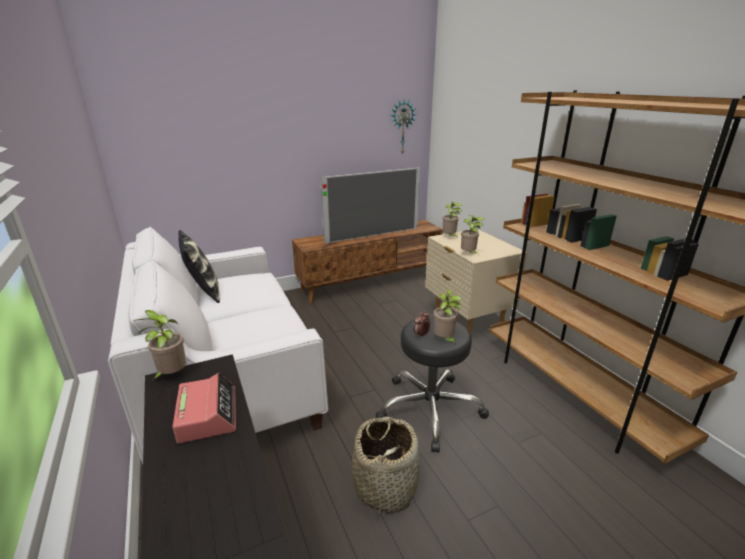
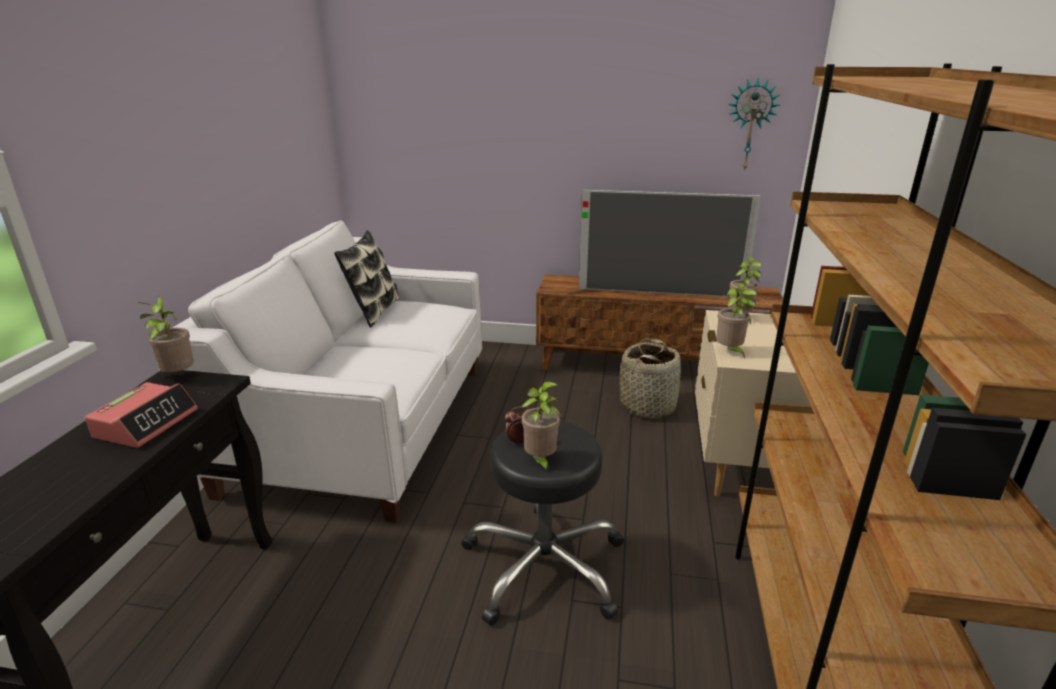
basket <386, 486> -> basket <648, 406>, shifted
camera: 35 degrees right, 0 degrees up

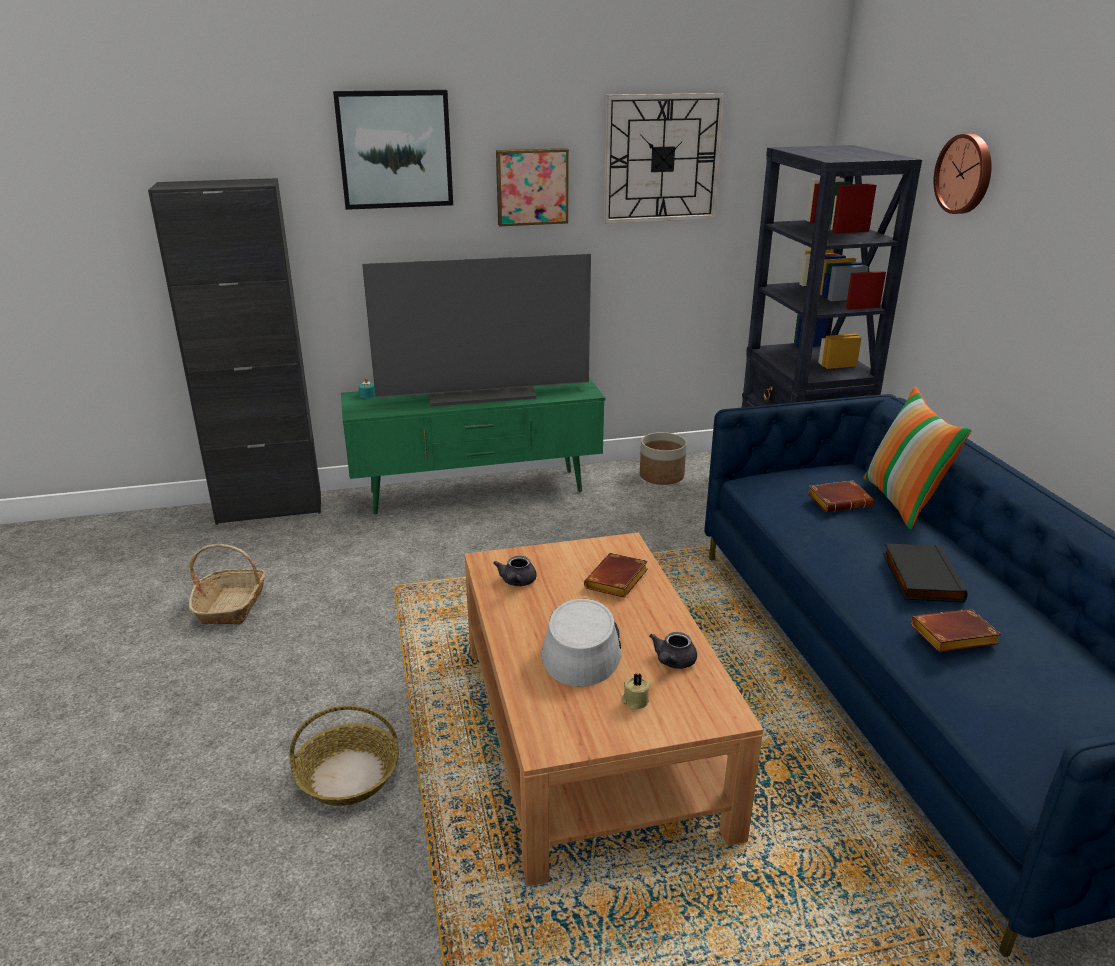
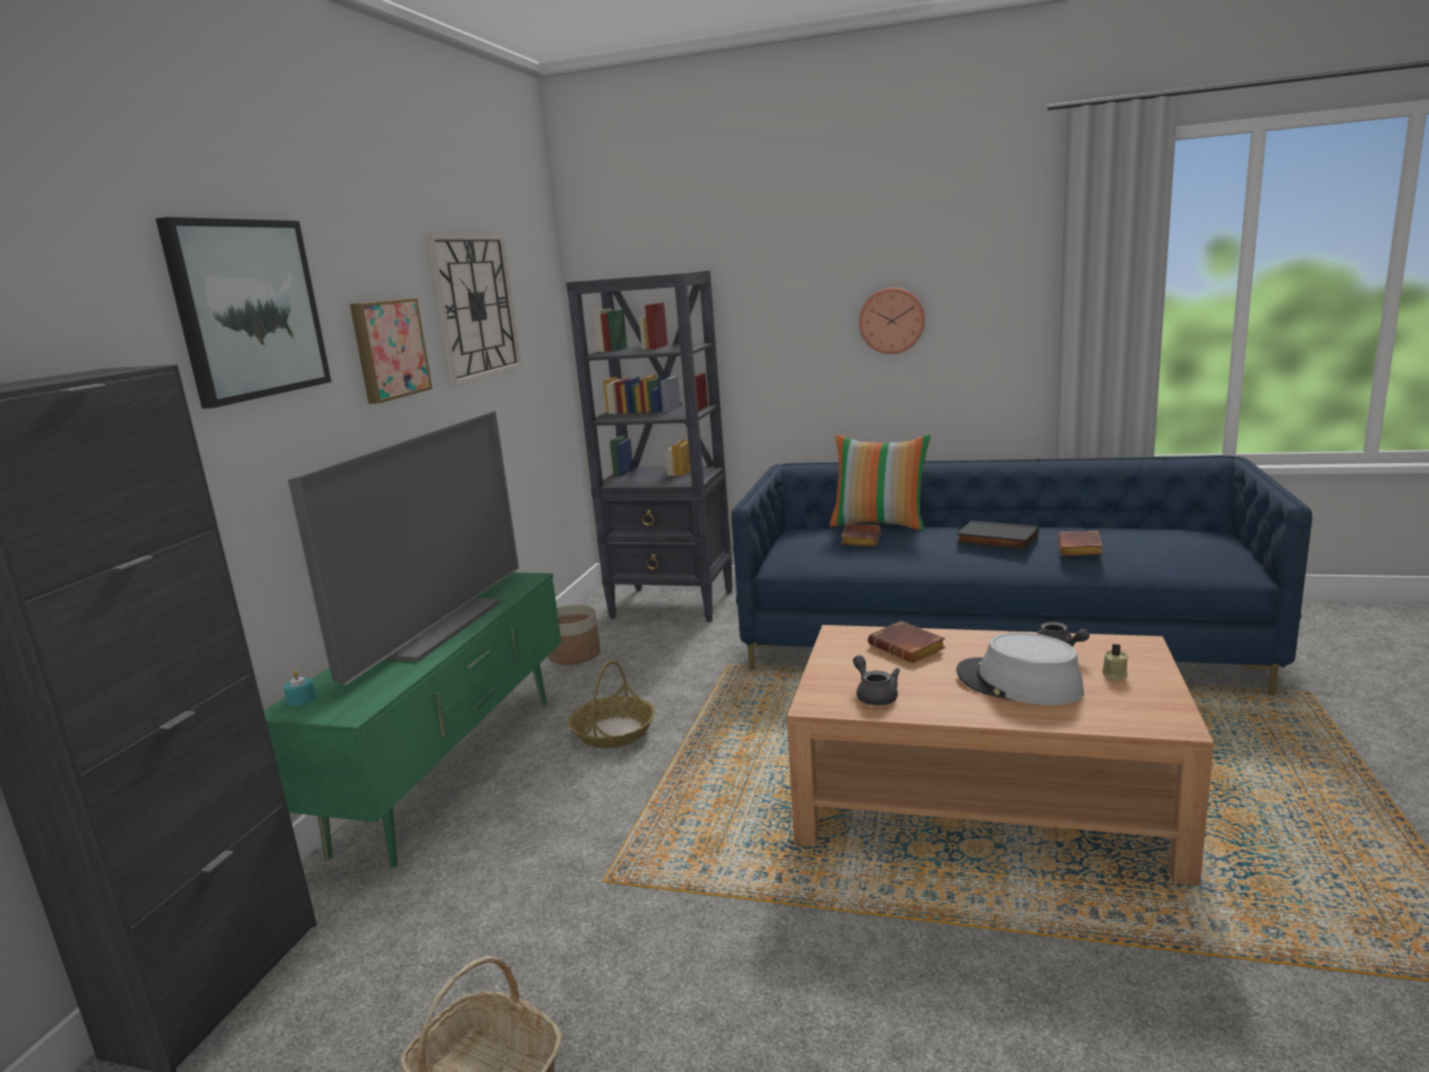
clock on the wall <965, 174> -> clock on the wall <892, 320>, shifted
gray pot for tea <516, 582> -> gray pot for tea <875, 695>, 150 degrees counterclockwise
basket <349, 775> -> basket <613, 731>, shifted
camera: 60 degrees left, 10 degrees down

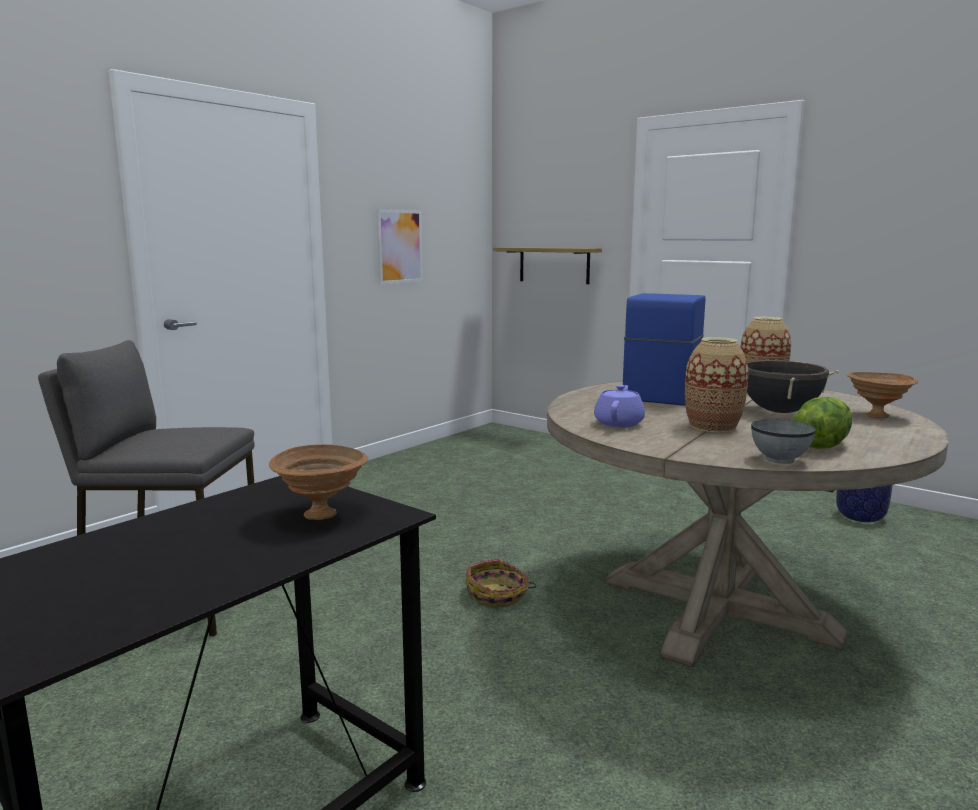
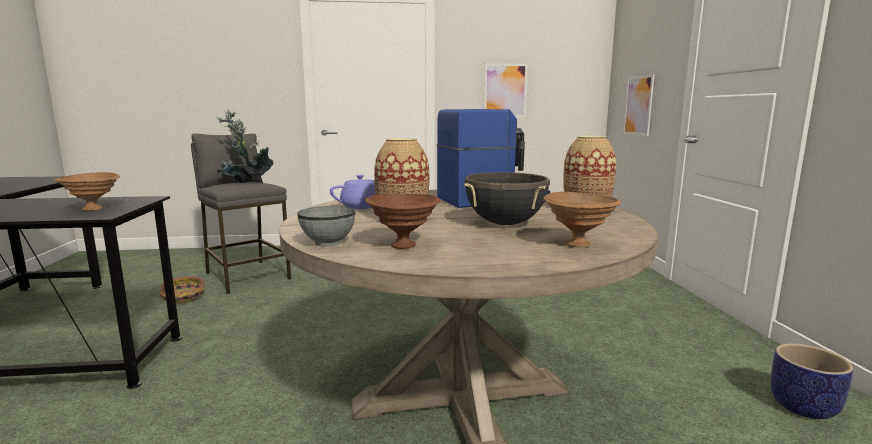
wall shelf <554, 265> -> wall picture <638, 105>
lettuce <820, 445> -> brownish deep dish <402, 245>
basket <497, 595> -> basket <183, 298>, shifted
none -> plant in a pot <246, 183>
camera: 45 degrees right, 0 degrees up

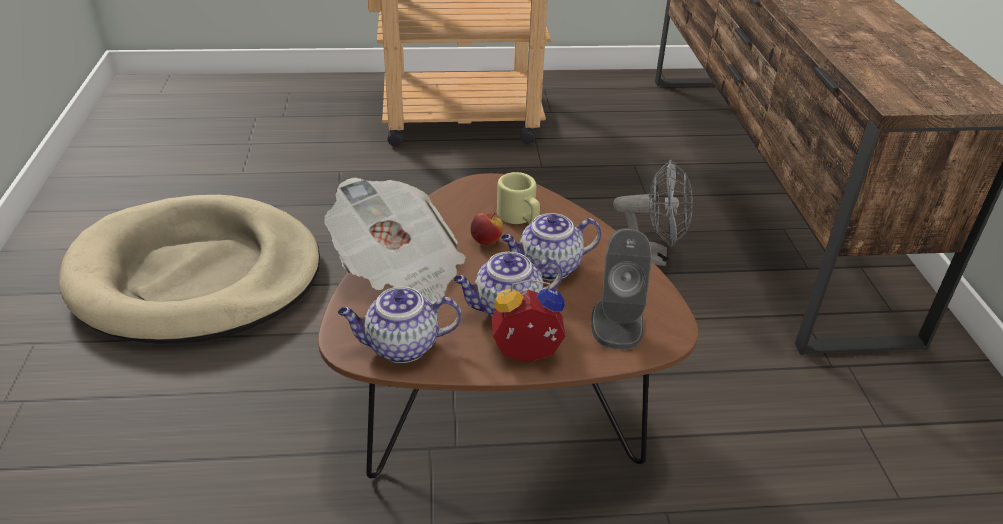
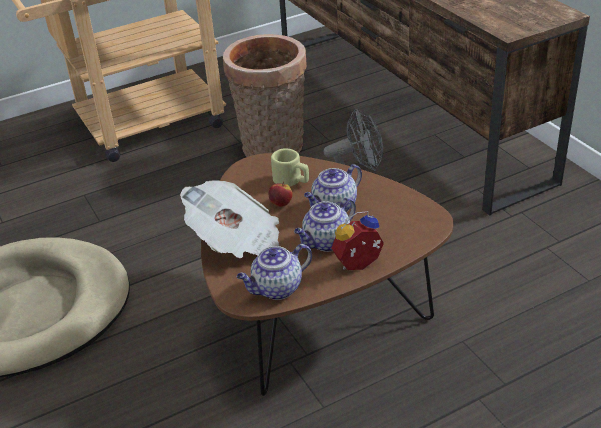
gray loudspeaker <617, 322> -> none
none -> basket <273, 150>
camera: 20 degrees left, 0 degrees up

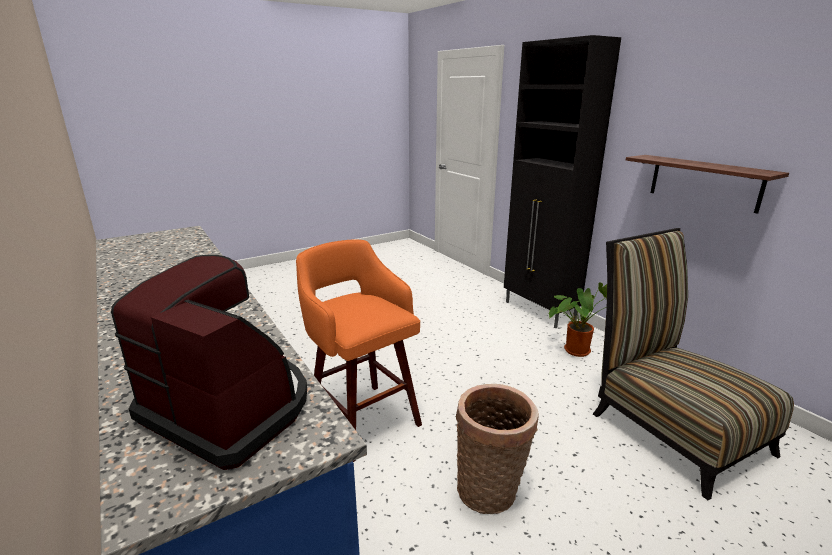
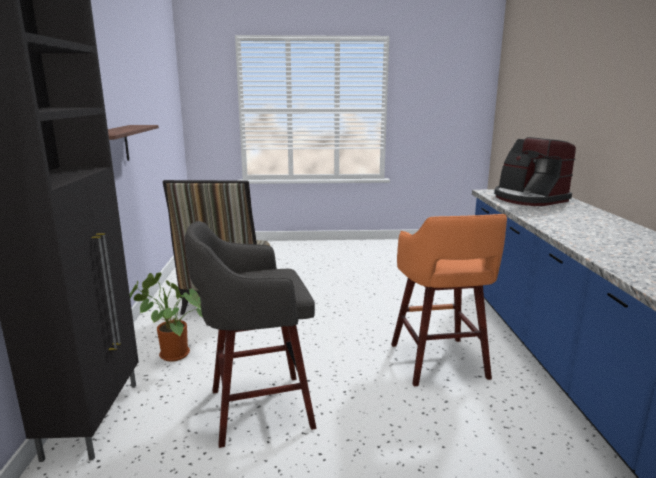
basket <490, 491> -> none
none -> gray stool seat <256, 409>
camera: 150 degrees left, 5 degrees down

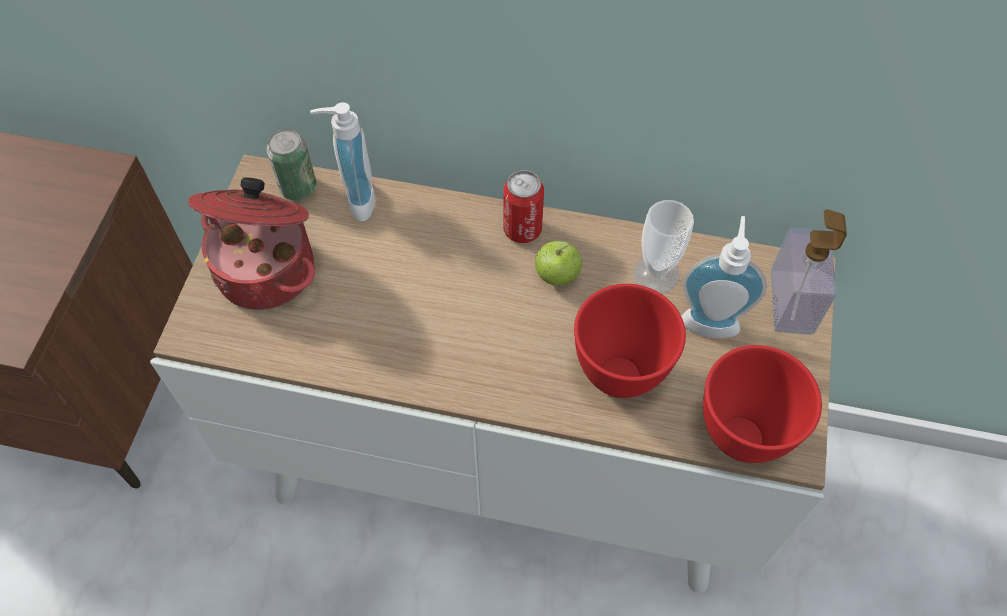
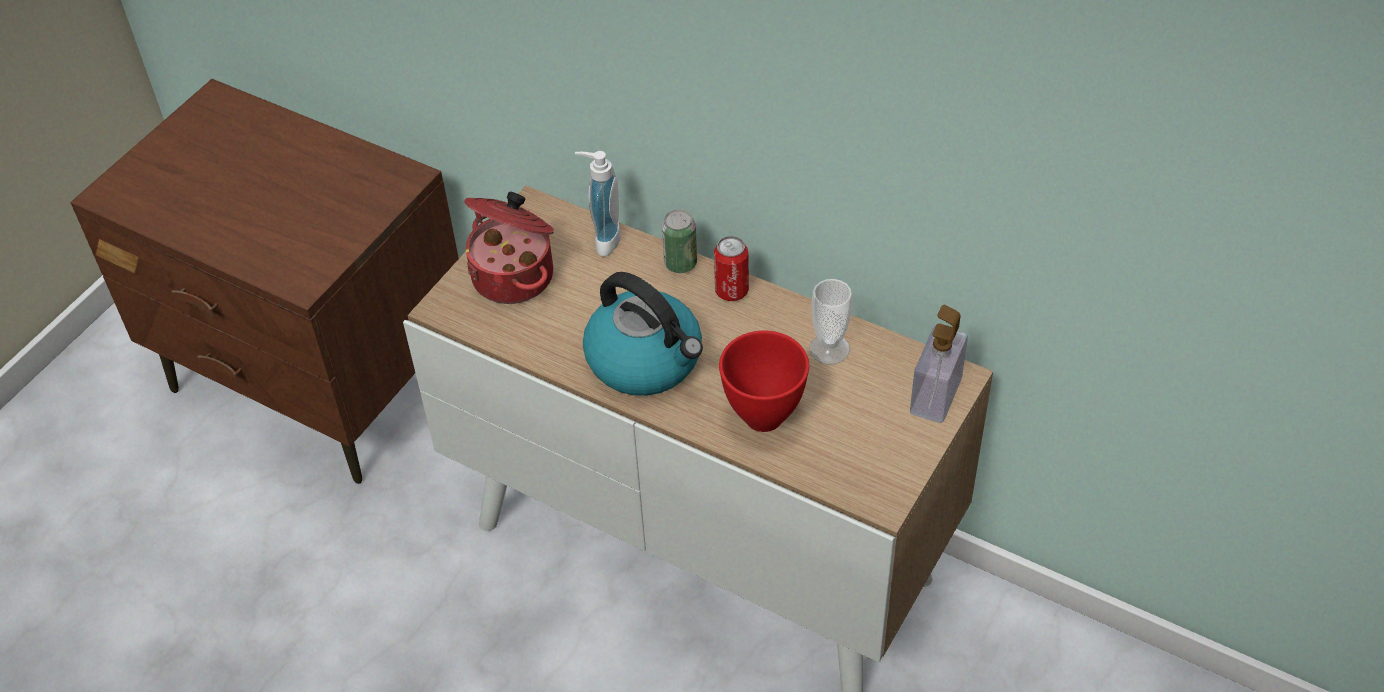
can <298, 188> -> can <680, 263>, shifted
soap dispenser <710, 319> -> none
apple <557, 275> -> none
red deep dish <741, 436> -> none
none -> tea kettle <646, 360>
camera: 20 degrees right, 10 degrees down

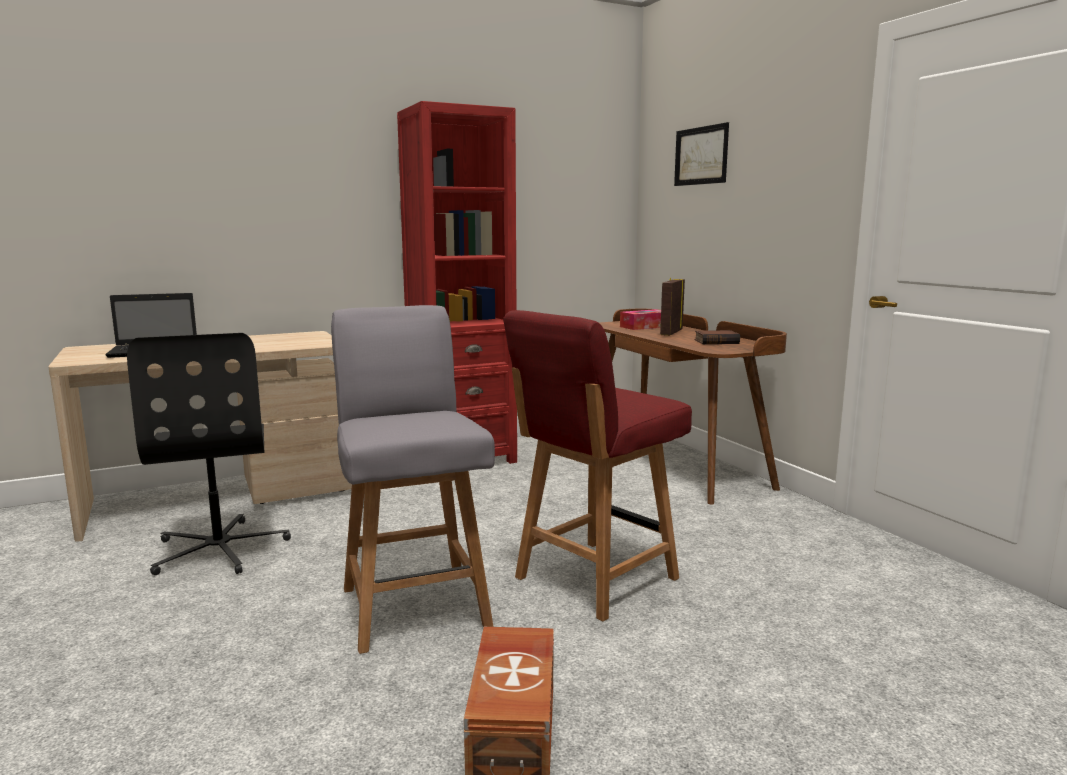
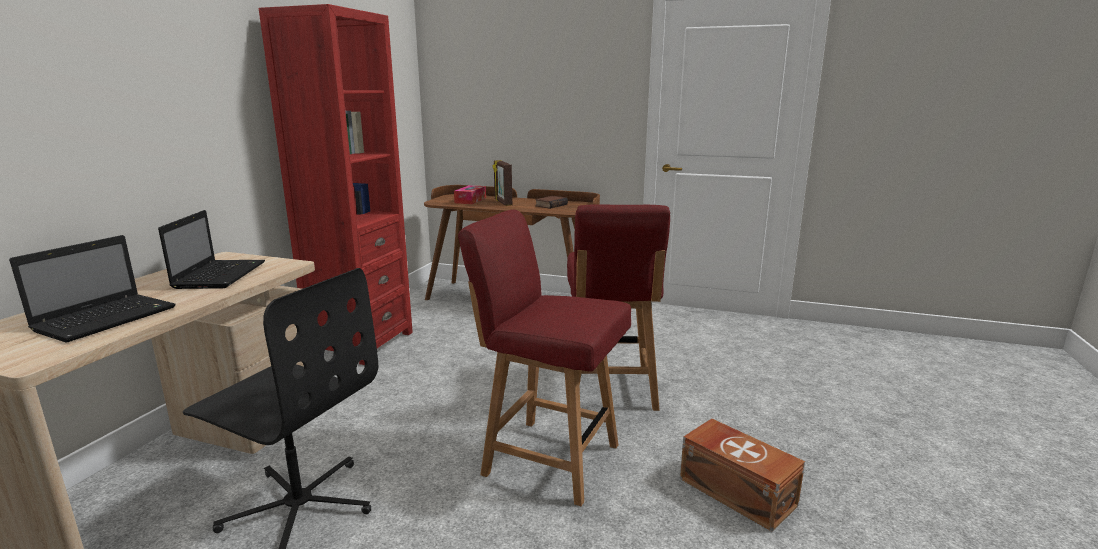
wall picture <701, 156> -> none
gray plain chair <414, 605> -> red plain chair <548, 458>
none -> laptop <220, 275>
camera: 45 degrees left, 5 degrees up

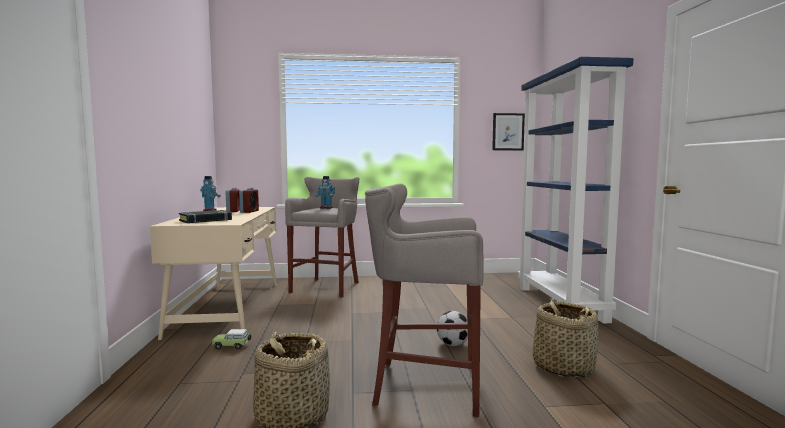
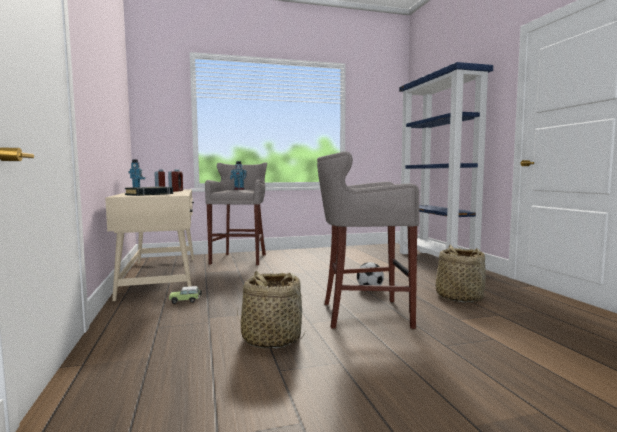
wall picture <508, 132> -> none
camera: 10 degrees left, 0 degrees up

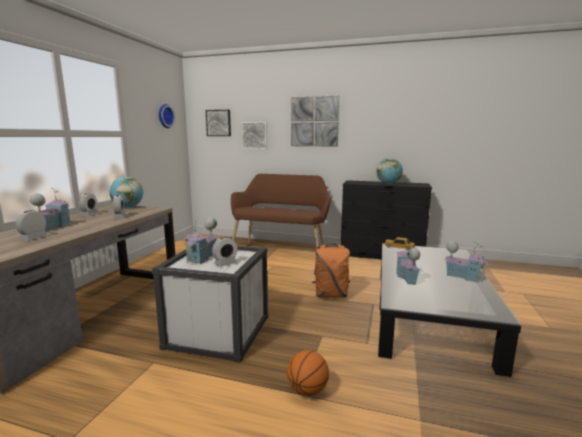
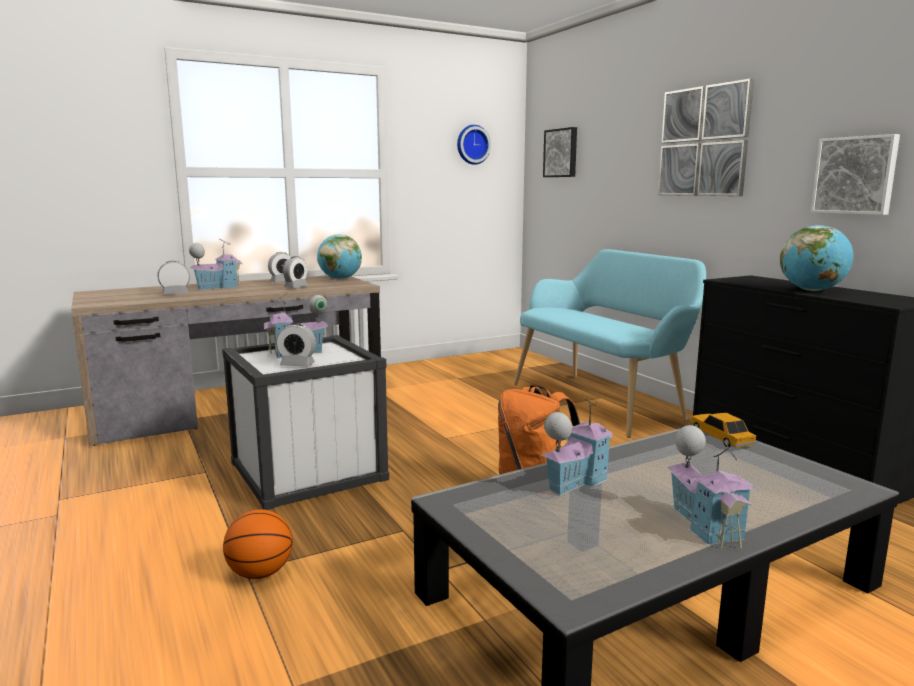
wall picture <255, 135> -> wall picture <855, 175>, shifted
brownish bench <281, 249> -> blue-green bench <602, 401>
camera: 45 degrees right, 0 degrees up

